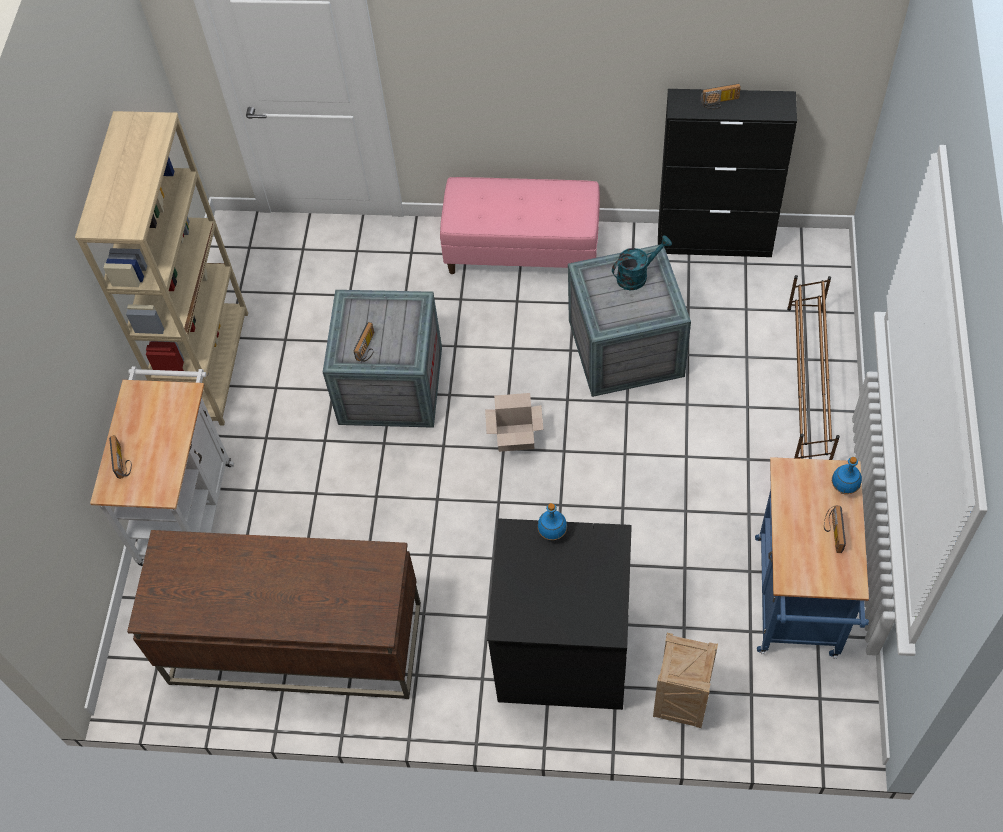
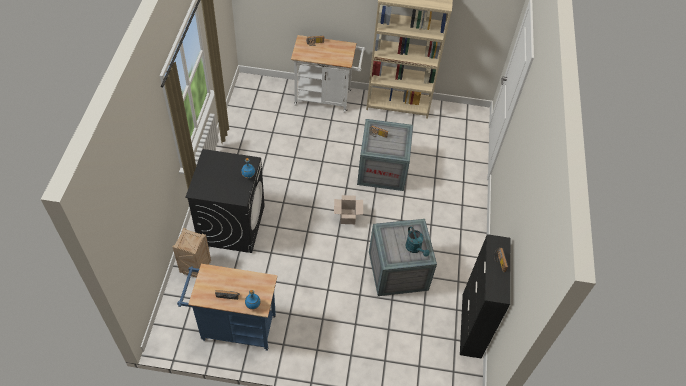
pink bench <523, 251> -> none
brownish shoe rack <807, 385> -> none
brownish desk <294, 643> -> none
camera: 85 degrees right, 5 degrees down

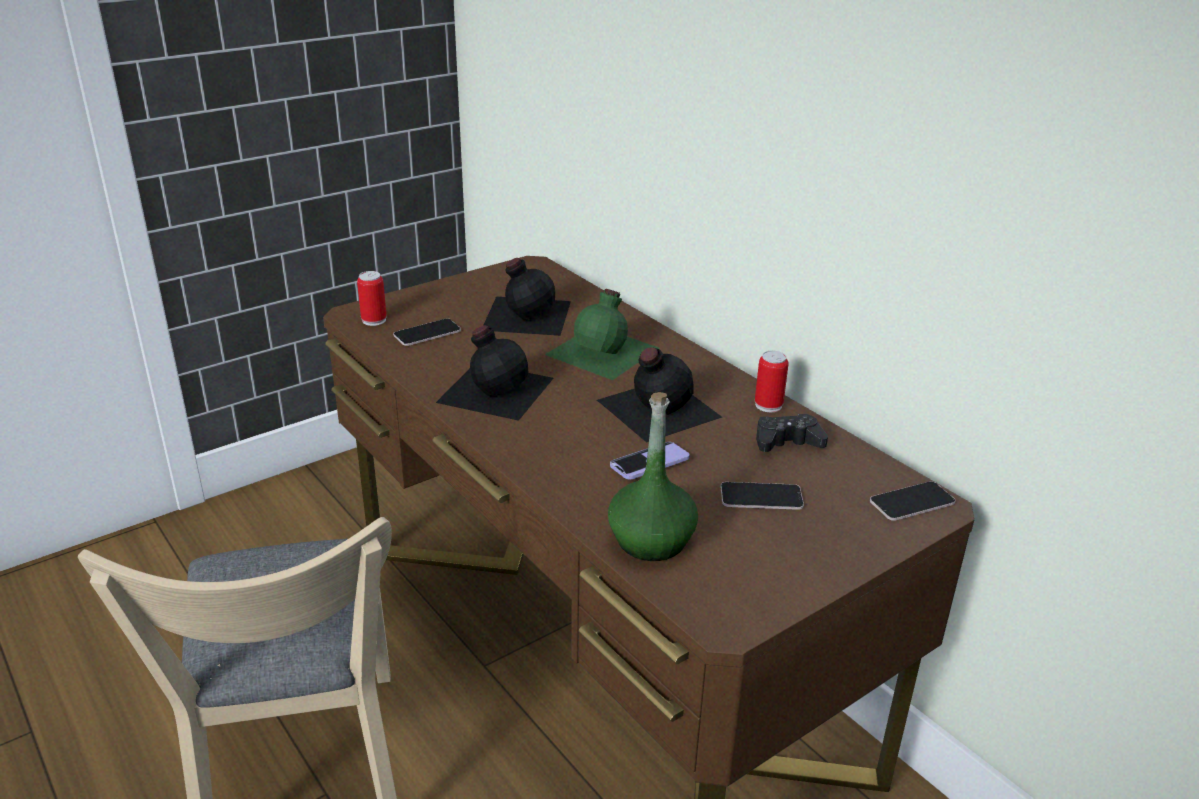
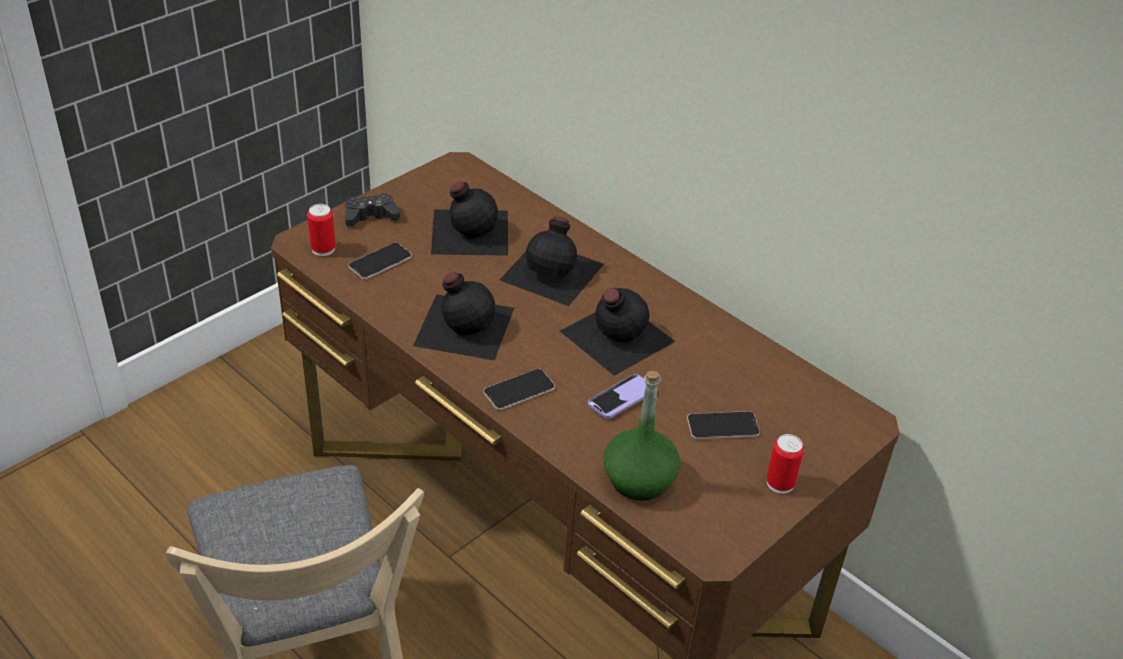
green beverage bottle <604, 351> -> black-coloured beverage bottle <554, 271>
can <768, 405> -> can <780, 483>, shifted
black-coloured gamepad <787, 441> -> black-coloured gamepad <370, 216>, shifted
phone <912, 502> -> phone <519, 390>, shifted
camera: 10 degrees left, 10 degrees up

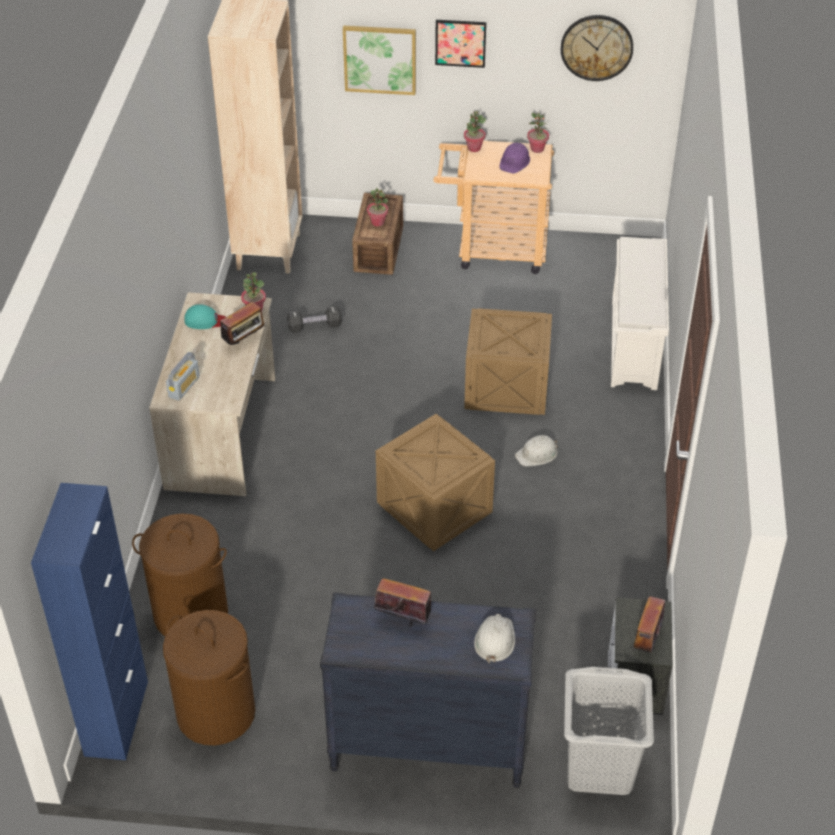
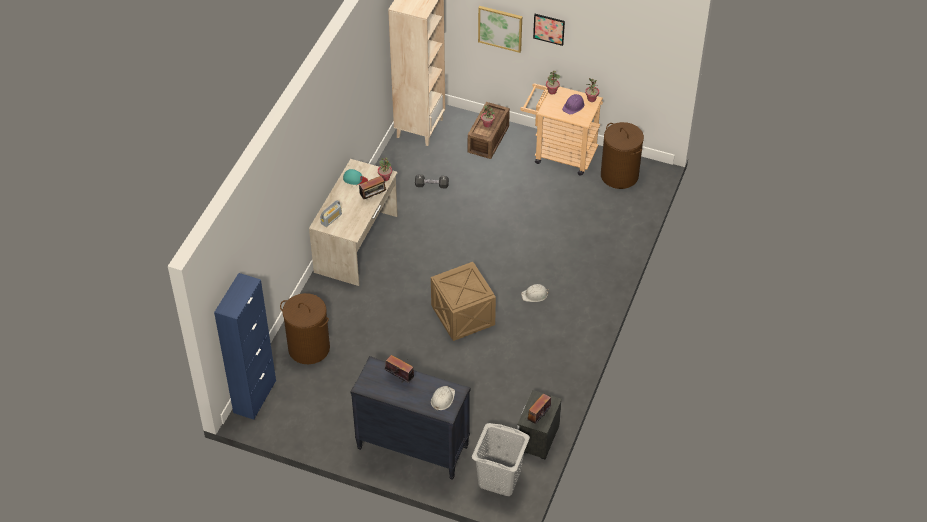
clock on the wall <596, 47> -> none
white shoe rack <634, 345> -> none
shipping crate <505, 388> -> none
brownish laundry basket <216, 713> -> brownish laundry basket <619, 175>, shifted
camera: 15 degrees right, 5 degrees up

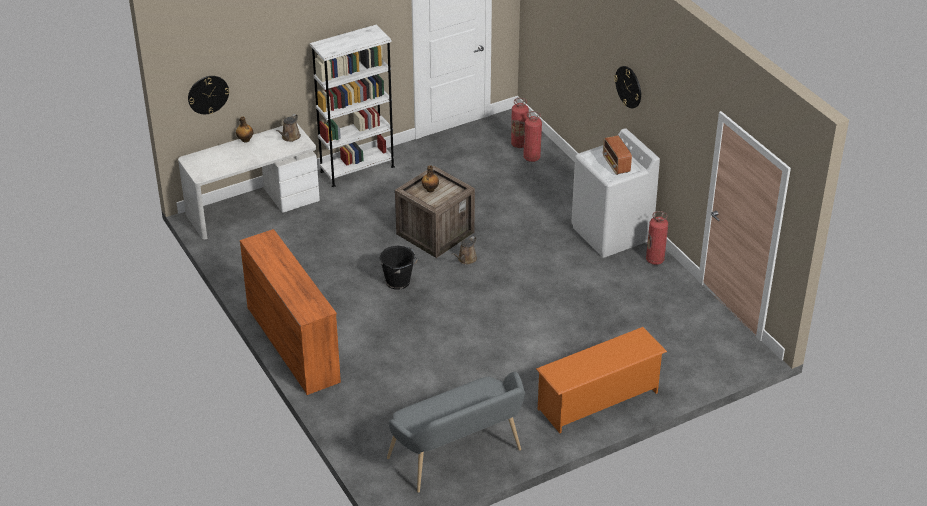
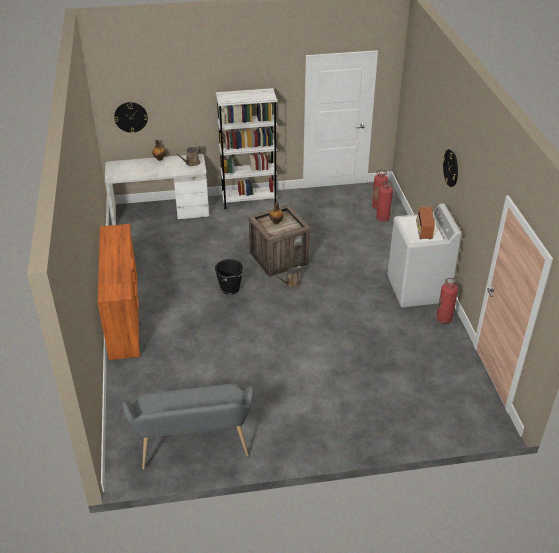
orange shoe rack <598, 401> -> none
camera: 20 degrees right, 0 degrees up

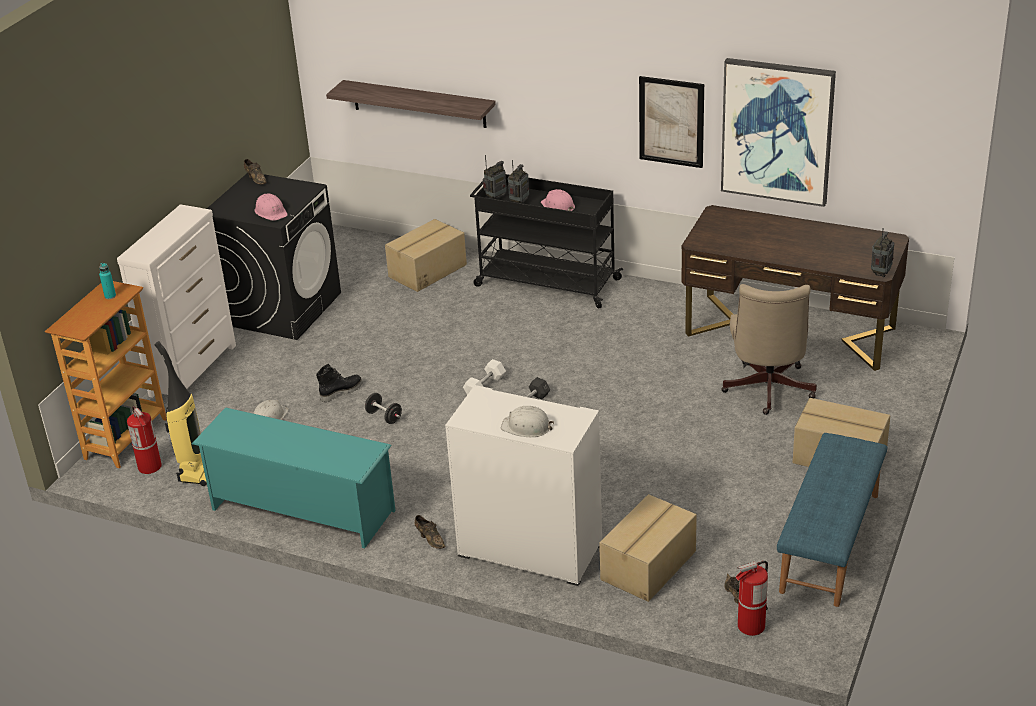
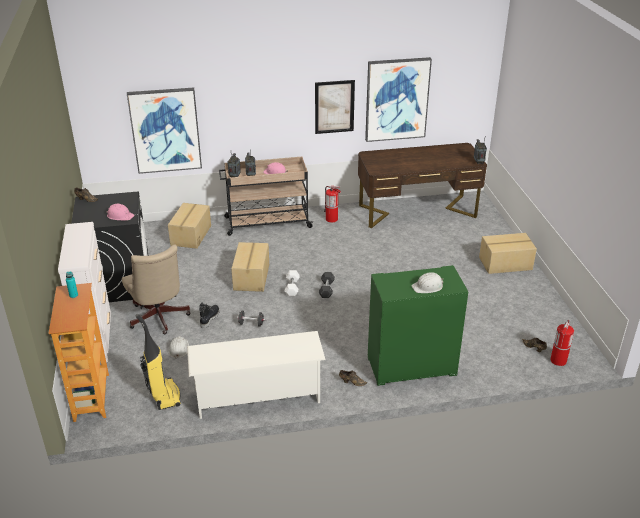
wall shelf <419, 104> -> wall picture <165, 130>
black-coloured cart <545, 282> -> beige cart <266, 222>
beige office chair <767, 391> -> beige office chair <159, 319>, shifted
white storage cabinet <529, 550> -> green storage cabinet <411, 366>
fire extinguisher <150, 467> -> fire extinguisher <331, 219>, shifted
blue-green shoe rack <301, 510> -> white shoe rack <257, 396>
bluish bench <831, 542> -> none
carton <649, 566> -> carton <252, 277>, shifted
camera: 35 degrees left, 0 degrees up

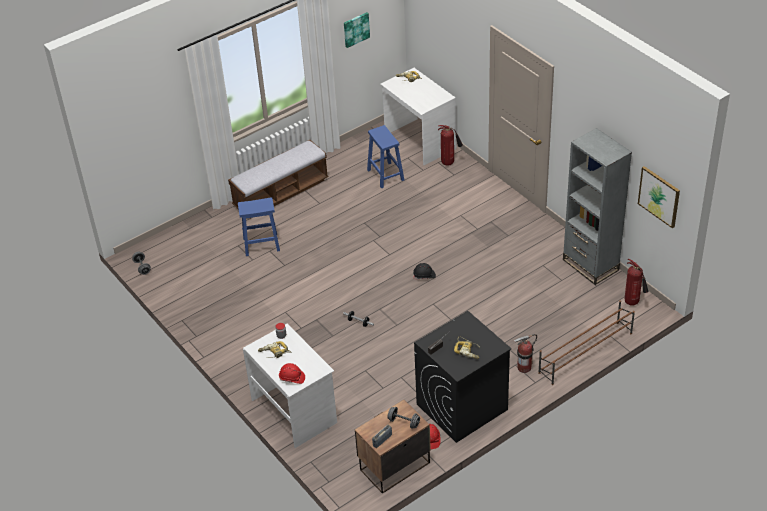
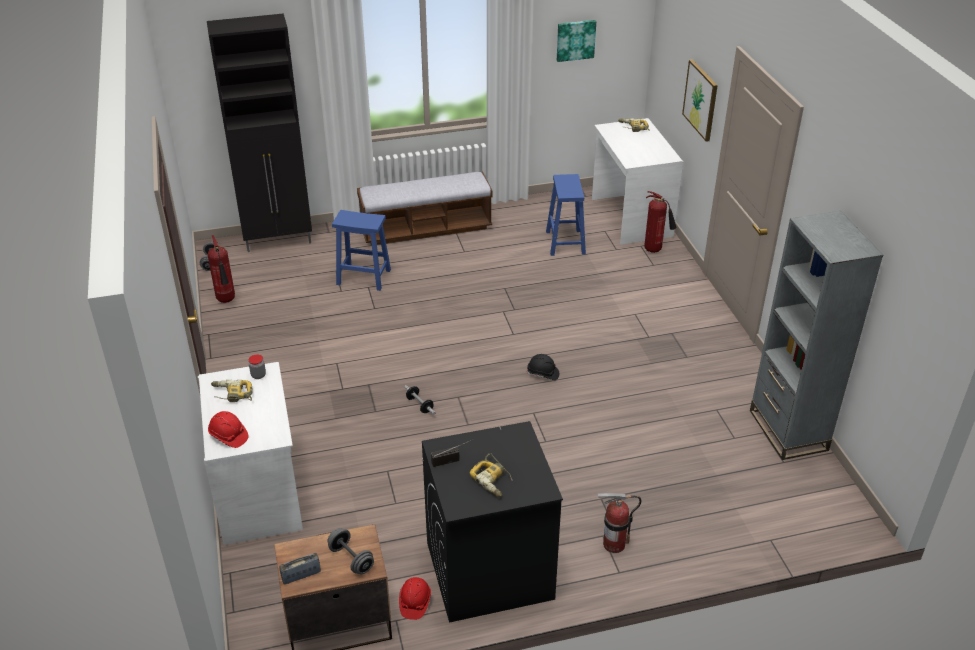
wall picture <659, 196> -> wall picture <701, 100>, shifted
fire extinguisher <633, 303> -> fire extinguisher <227, 301>, shifted
brownish shoe rack <585, 353> -> none
none -> black-coloured storage cabinet <279, 240>
camera: 20 degrees right, 5 degrees down

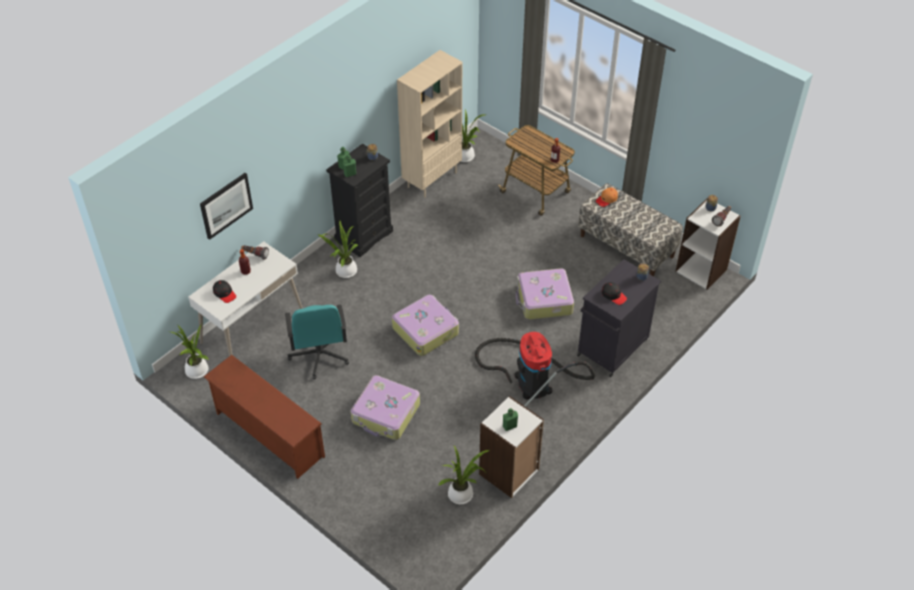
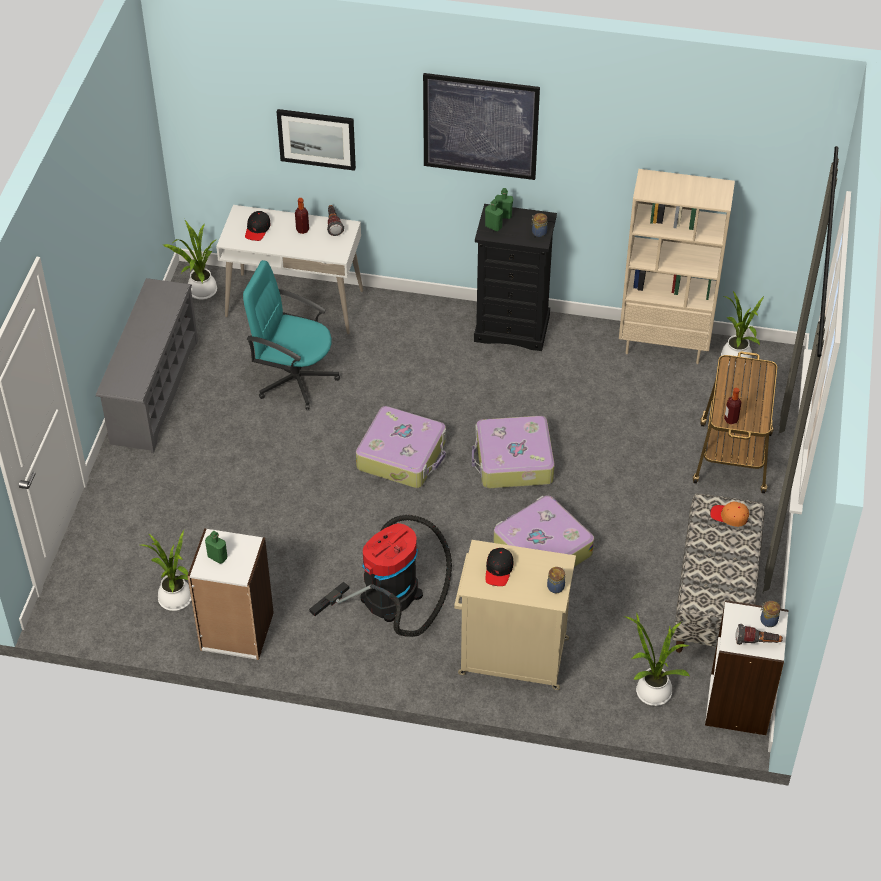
plant in a pot <344, 271> -> plant in a pot <651, 691>, shifted
black-coloured storage cabinet <612, 348> -> beige storage cabinet <511, 656>
blue-green office chair <319, 355> -> blue-green office chair <295, 379>, 60 degrees clockwise
brownish shoe rack <268, 435> -> gray shoe rack <153, 391>
travel case <386, 414> -> travel case <513, 461>, shifted
none -> wall picture <480, 126>
camera: 60 degrees right, 0 degrees up

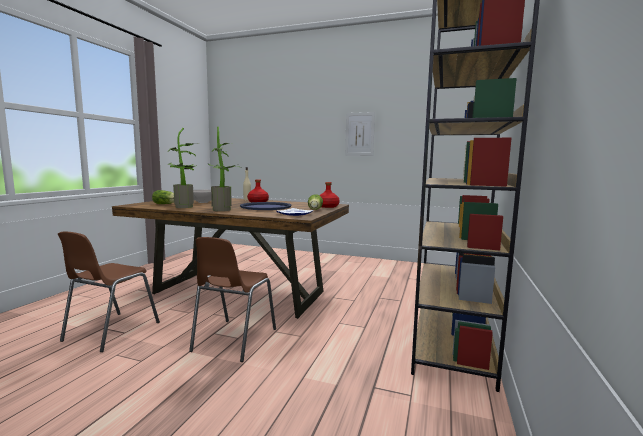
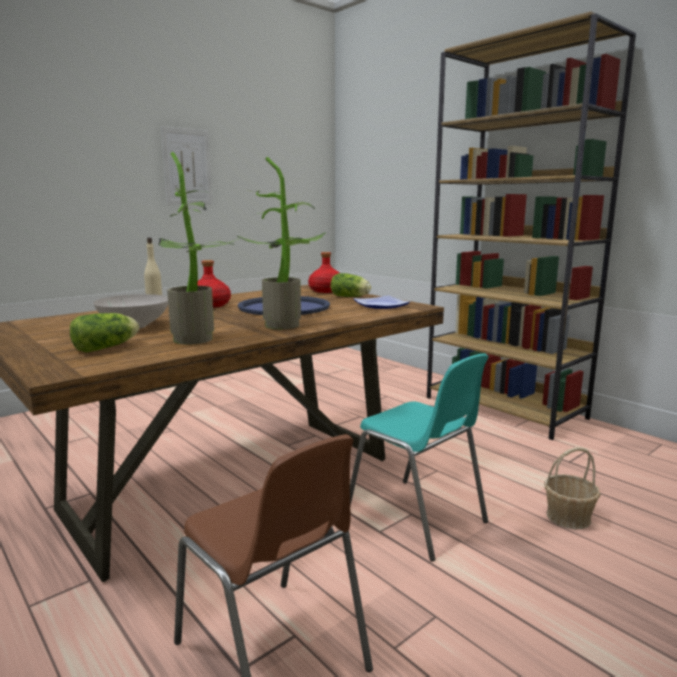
brownish plain chair <233, 340> -> blue-green plain chair <416, 518>
none -> basket <568, 517>
camera: 60 degrees left, 5 degrees up

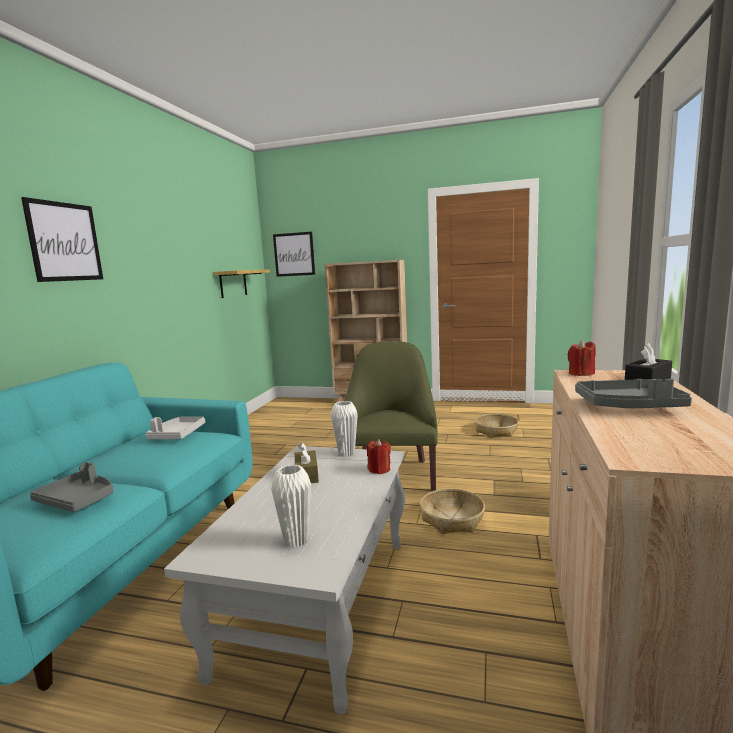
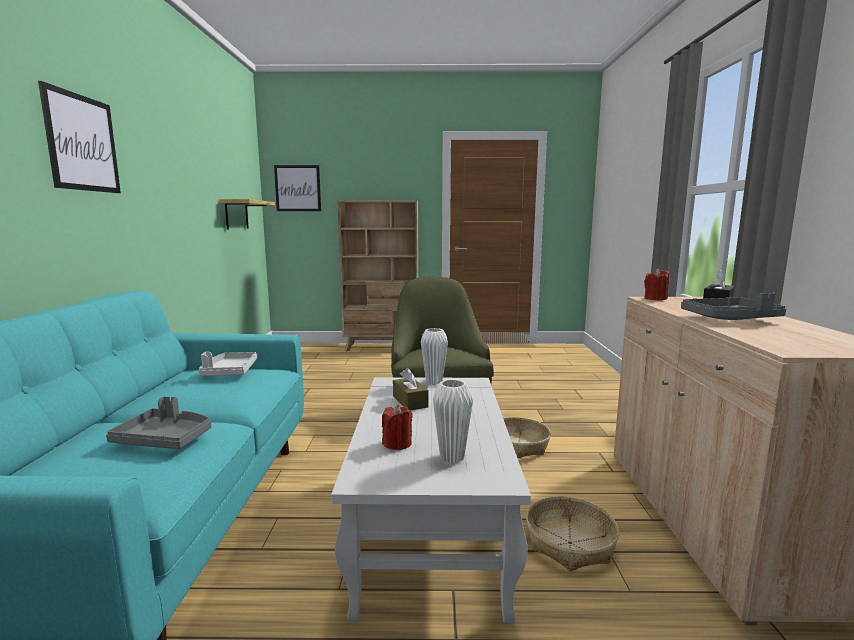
basket <496, 431> -> basket <570, 543>, shifted
red candle <379, 469> -> red candle <397, 444>, shifted
camera: 15 degrees left, 0 degrees up

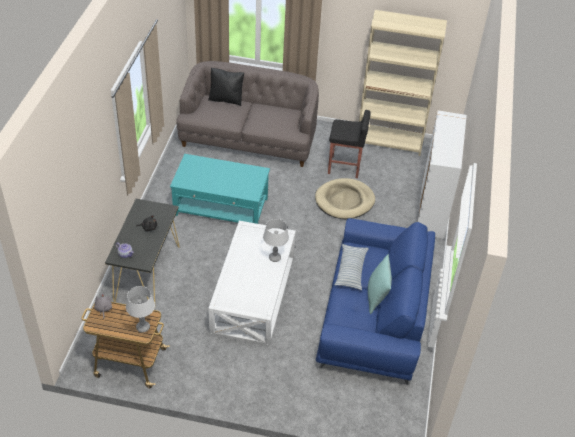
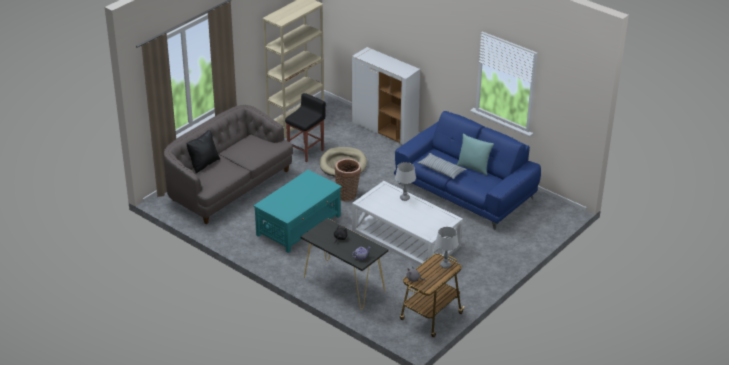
none -> basket <347, 195>
camera: 60 degrees left, 10 degrees down

